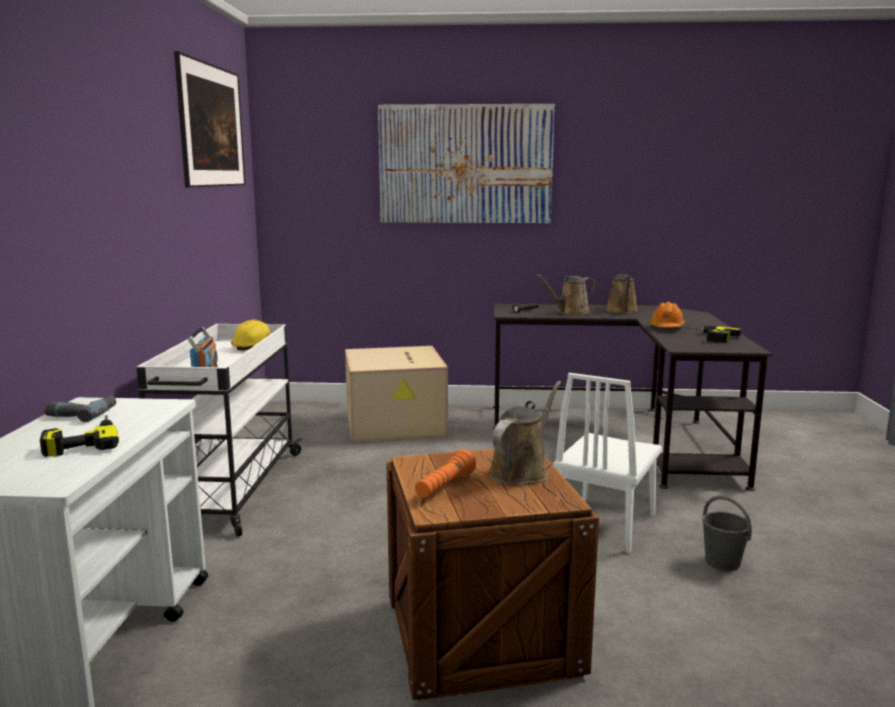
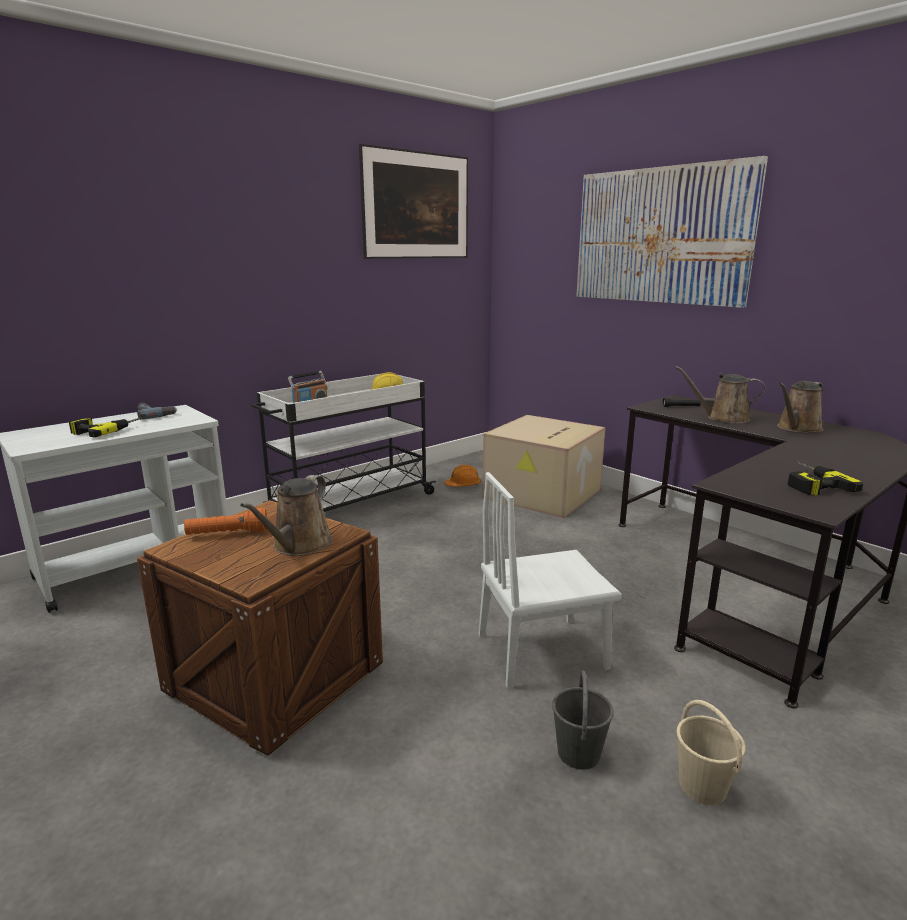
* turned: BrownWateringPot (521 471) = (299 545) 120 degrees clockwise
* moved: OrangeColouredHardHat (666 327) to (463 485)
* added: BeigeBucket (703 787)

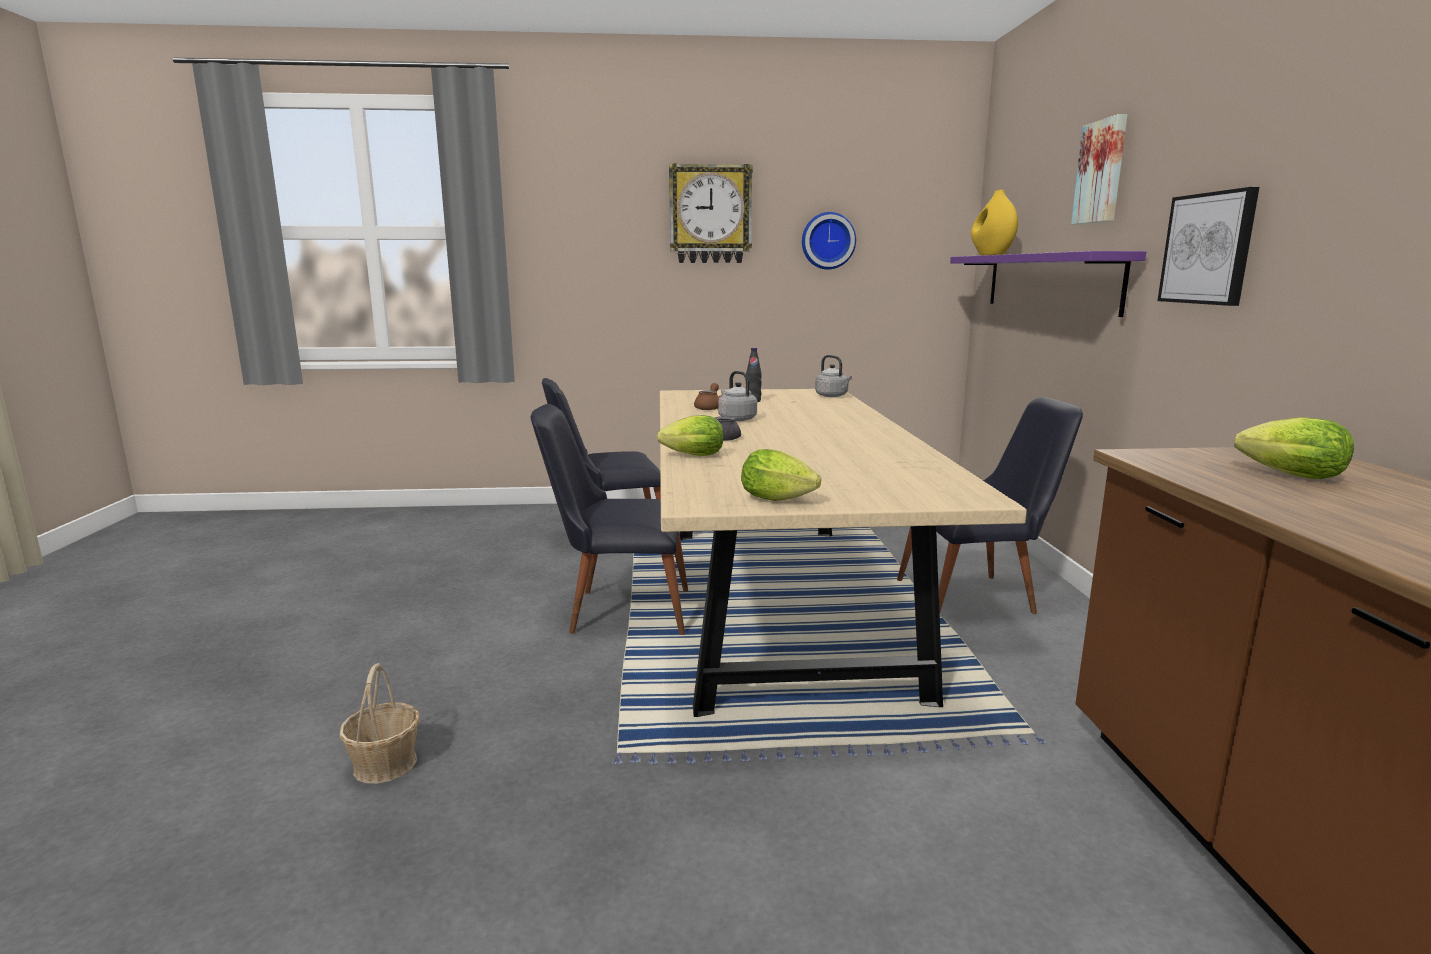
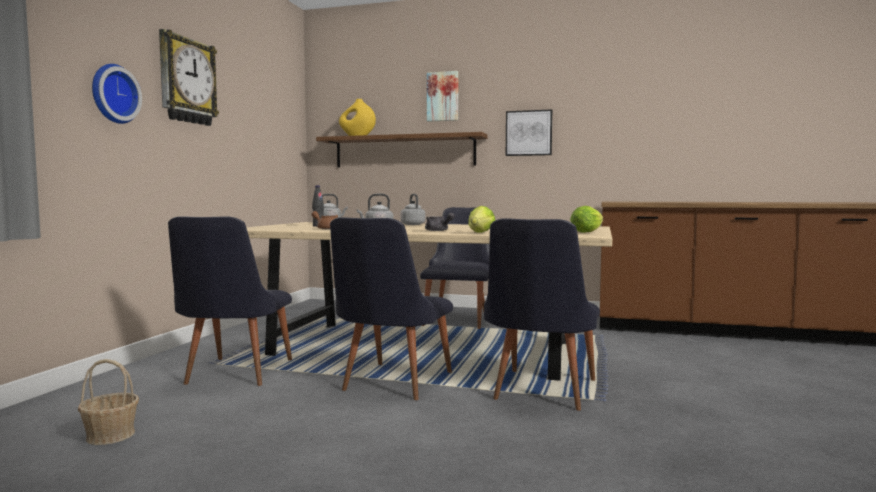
* moved: HouseholdBasket (386 764) to (110 435)
* moved: WallClock (827 241) to (113 94)
* recoloured: PurpleColouredBracketShelf (1049 282) to BrownBracketShelf (404 151)
* added: GreyishWaterKettle (412 224)
* added: BlackColouredPlainChair (540 393)
* removed: LettuceHead (1285 475)

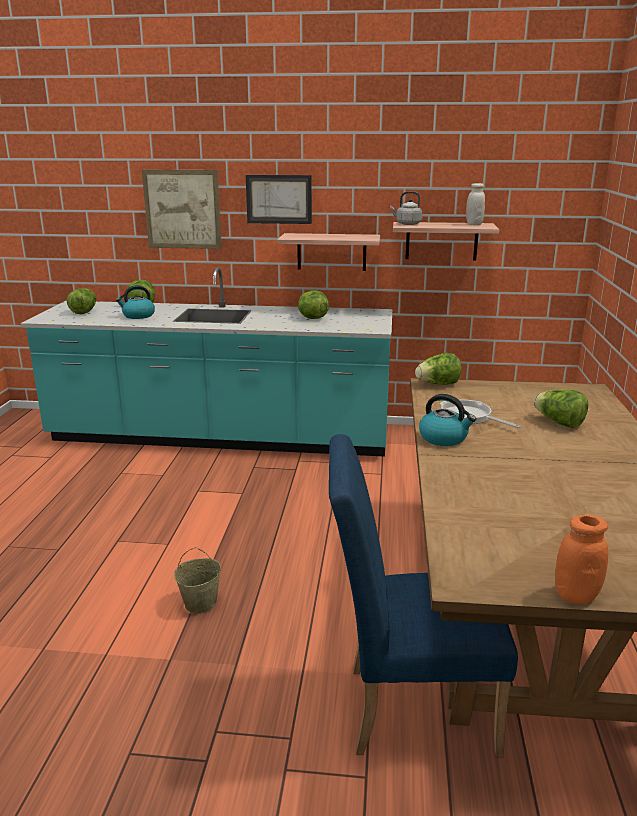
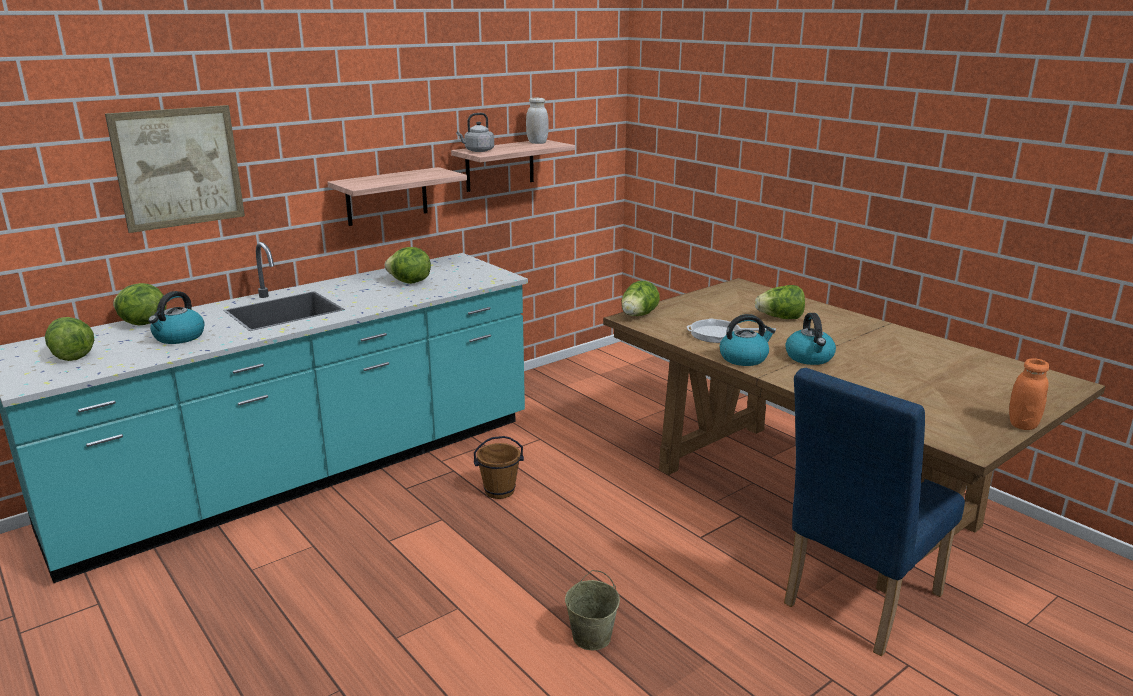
* added: BrownBucket (499 491)
* added: WaterKettle (809 358)
* removed: WallArt (279 199)

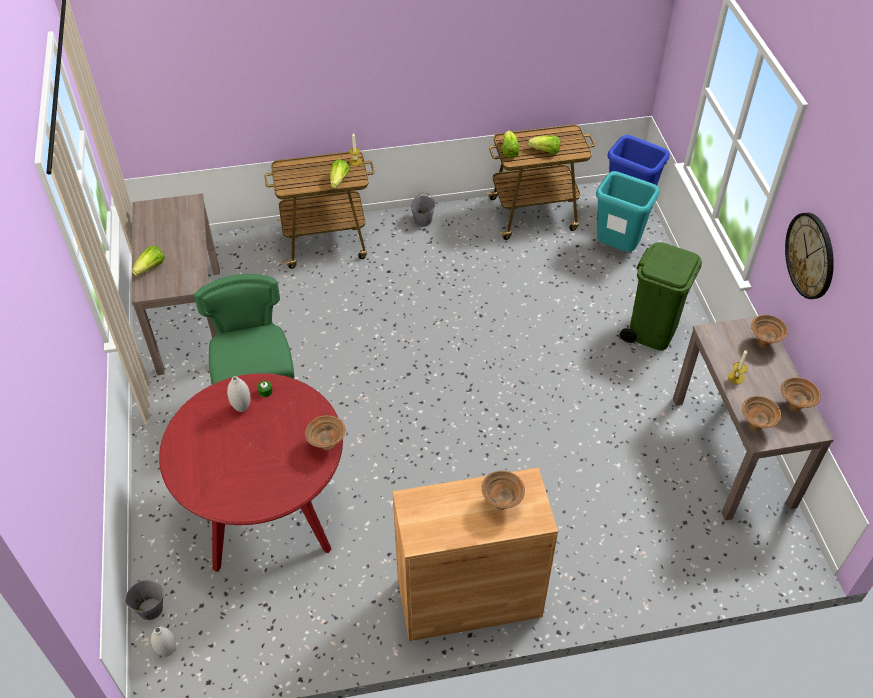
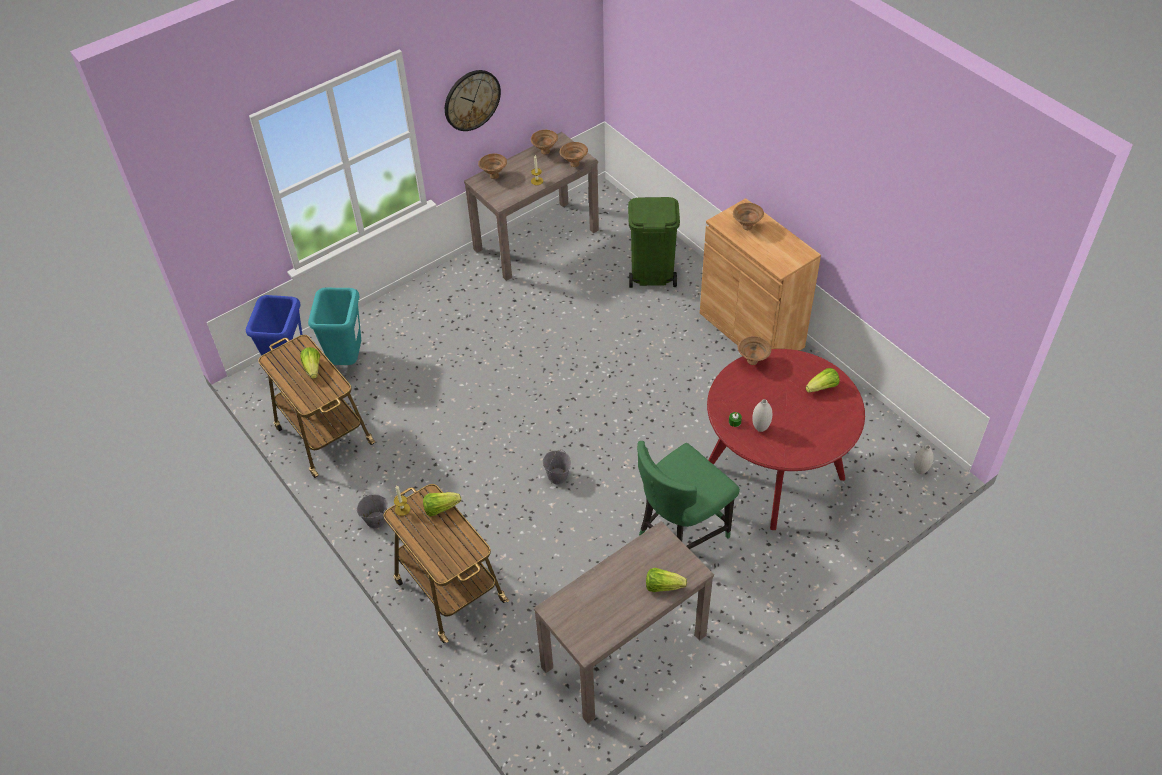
* moved: GreyishBucket (150 609) to (558 476)
* moved: GreenWasteBin (652 330) to (651 274)
* moved: LettuceHead (509 151) to (822 388)

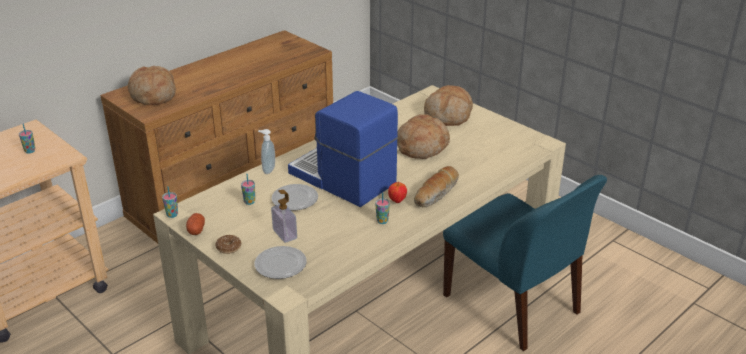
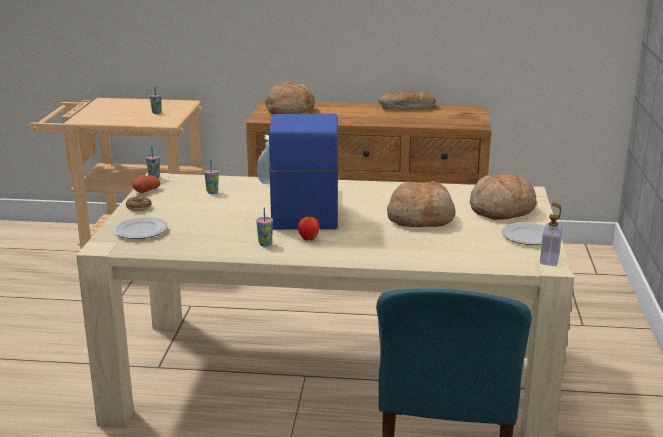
* moved: Bread (436 194) to (407 108)
* moved: FlatDish (294 199) to (528 237)
* moved: SoapBottle (285 234) to (549 259)

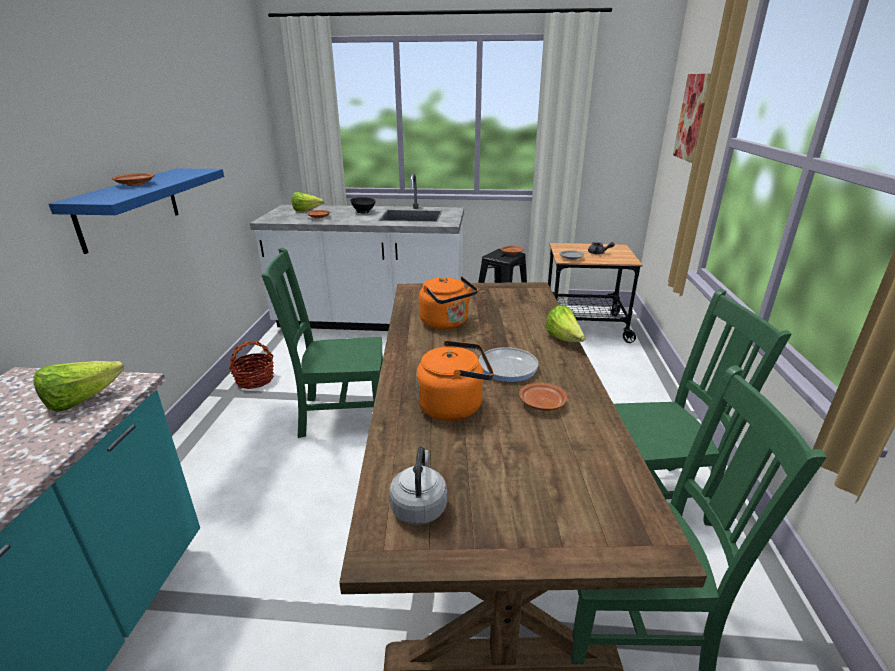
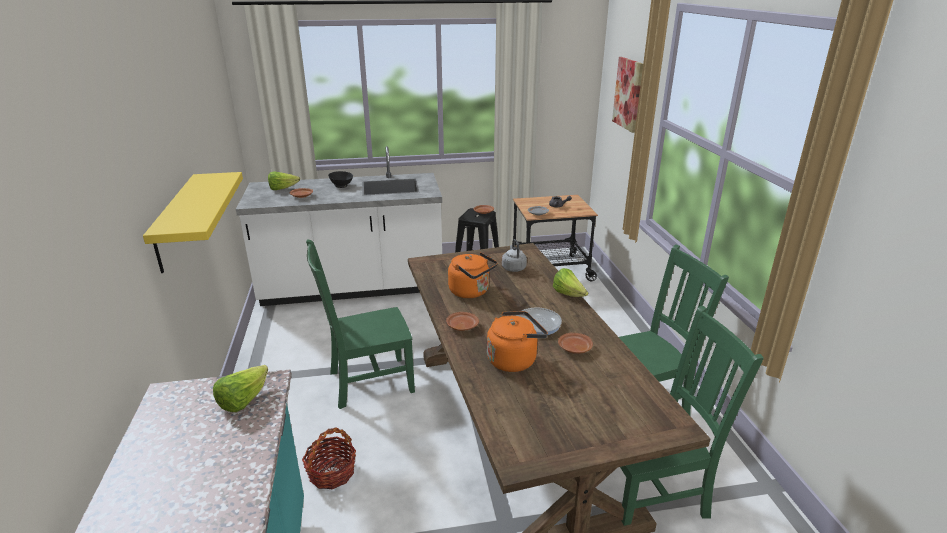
* recoloured: BluishBracketShelf (129 207) to YellowBracketShelf (176 222)
* moved: HouseholdBasket (255 380) to (331 473)
* moved: BrownFlatDish (135 184) to (462 326)
* moved: GreyishWaterKettle (419 506) to (513 268)

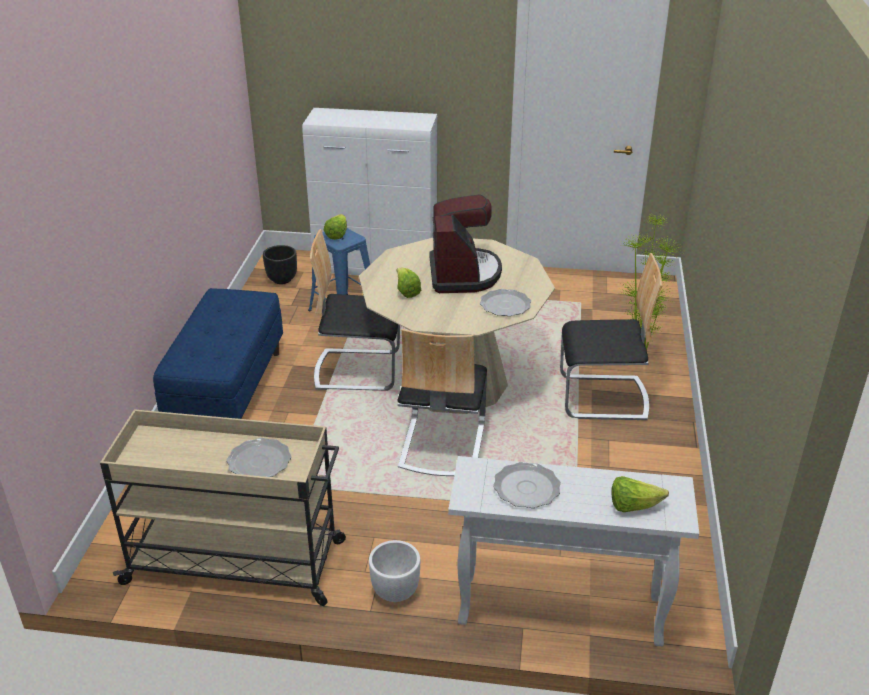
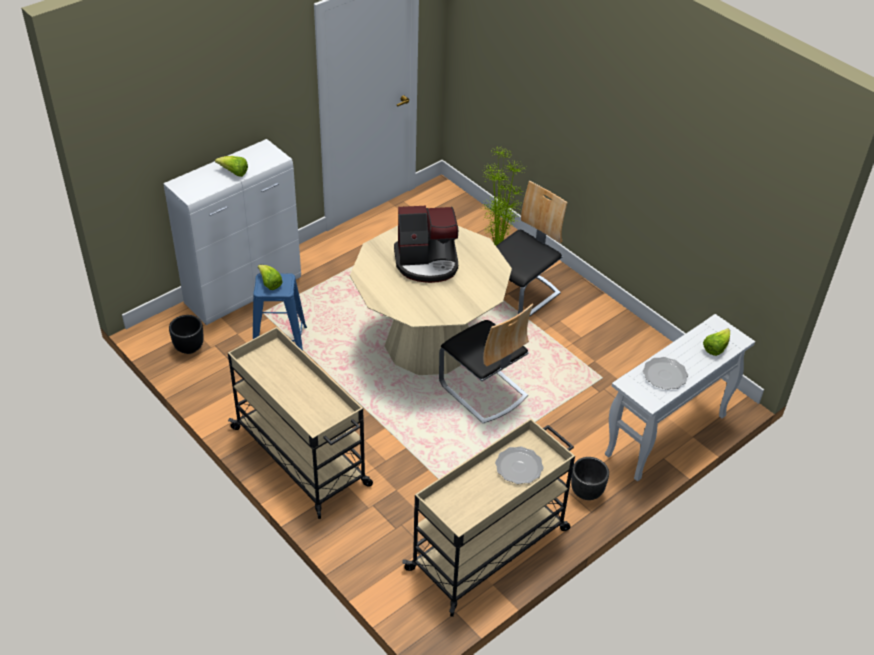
* moved: LettuceHead (407 291) to (234 173)
* replaced: BluishLongSeat (227 391) to BeigeTrolley (301 457)
* turned: CoffeeMachine (463 274) = (427 263) 135 degrees clockwise
* recoloured: WhiteFlowerPot (395 591) to BlackColouredFlowerPot (587 492)
* removed: PlainChair (358 370)
* removed: FlatDish (505 305)

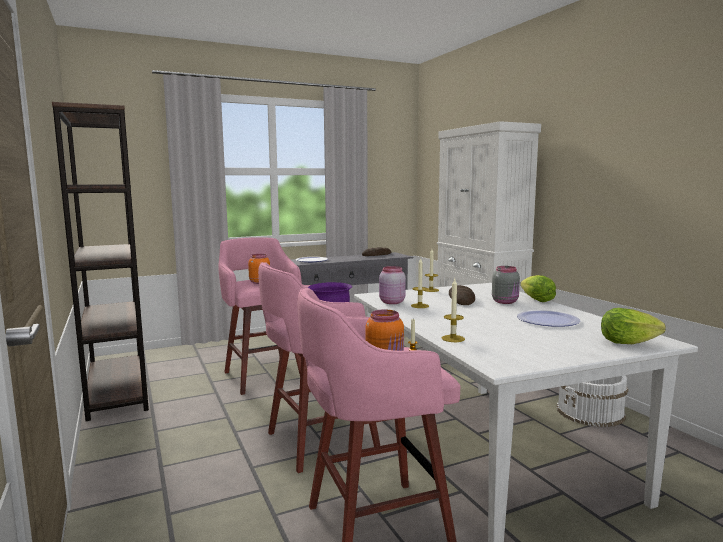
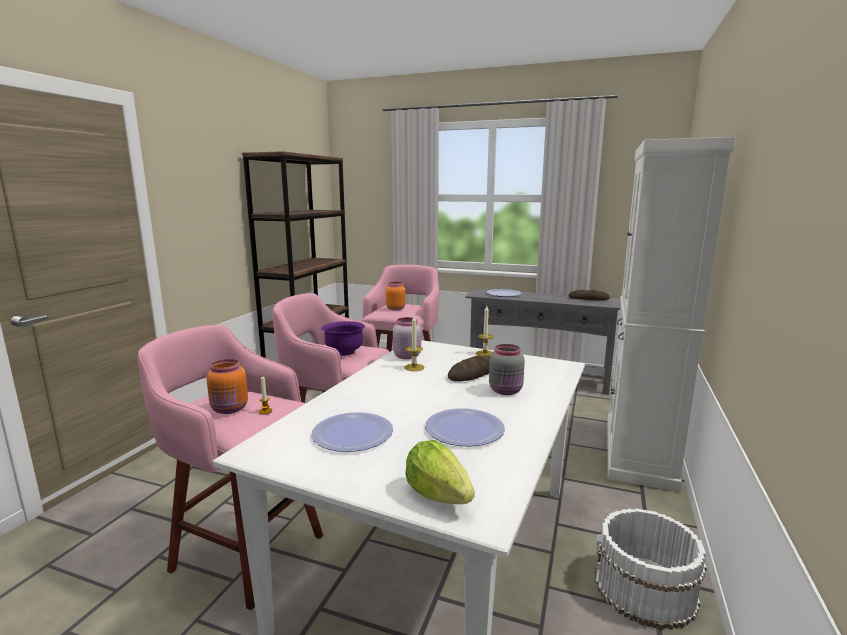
* added: FlatDish (353 433)
* removed: WaxCandle (453 338)
* removed: LettuceHead (536 300)

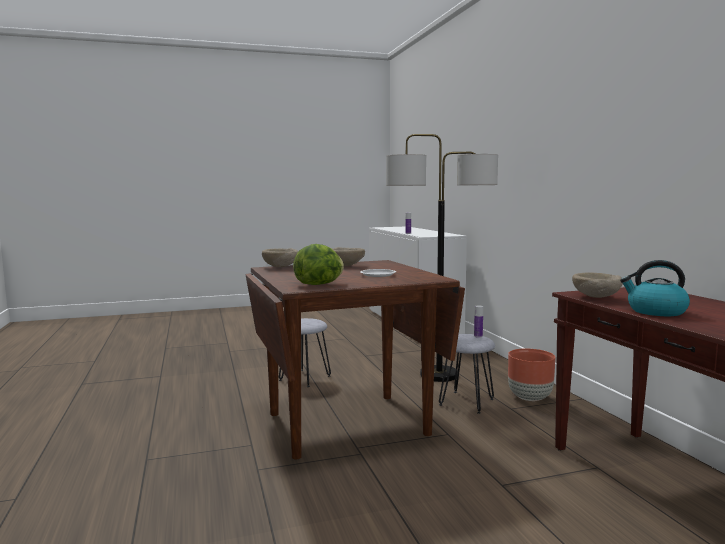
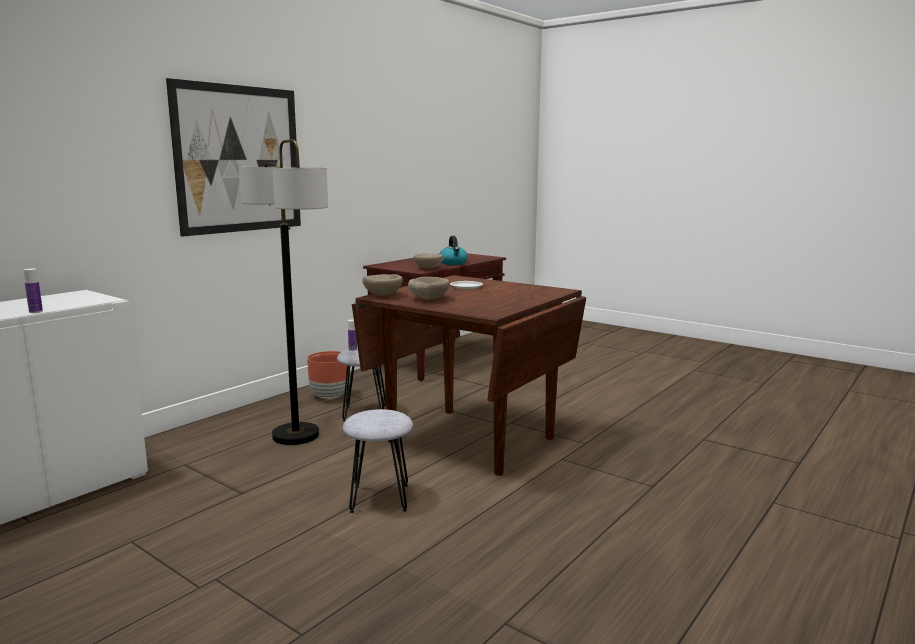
* added: WallArt (239 159)
* moved: BeigeServingBowl (281 267) to (383 295)
* removed: LettuceHead (319 284)

